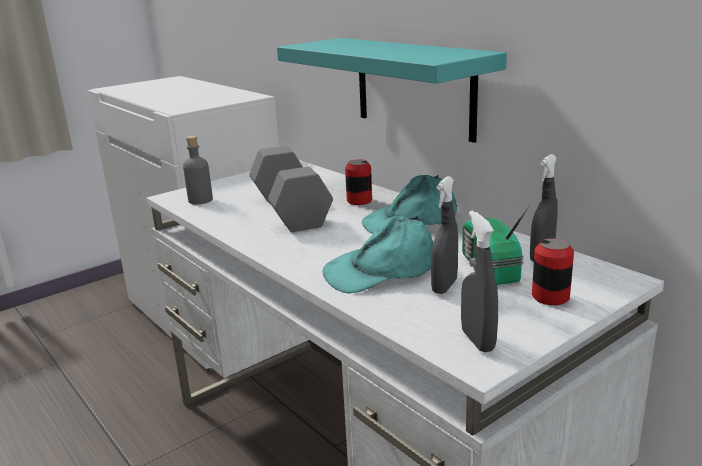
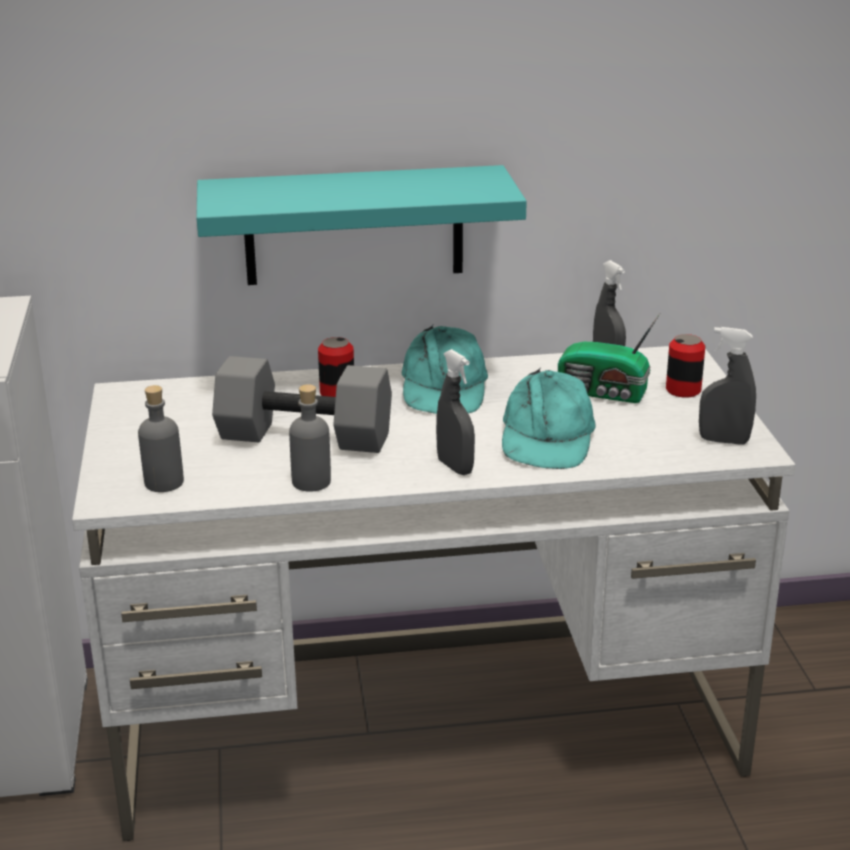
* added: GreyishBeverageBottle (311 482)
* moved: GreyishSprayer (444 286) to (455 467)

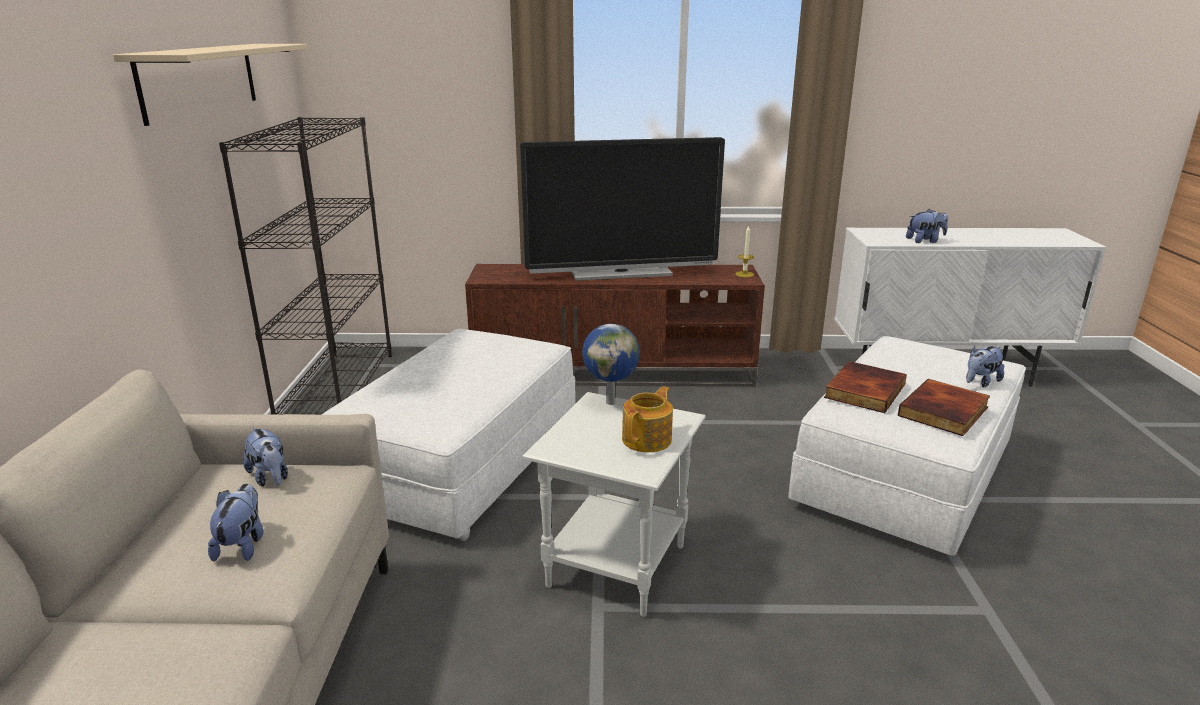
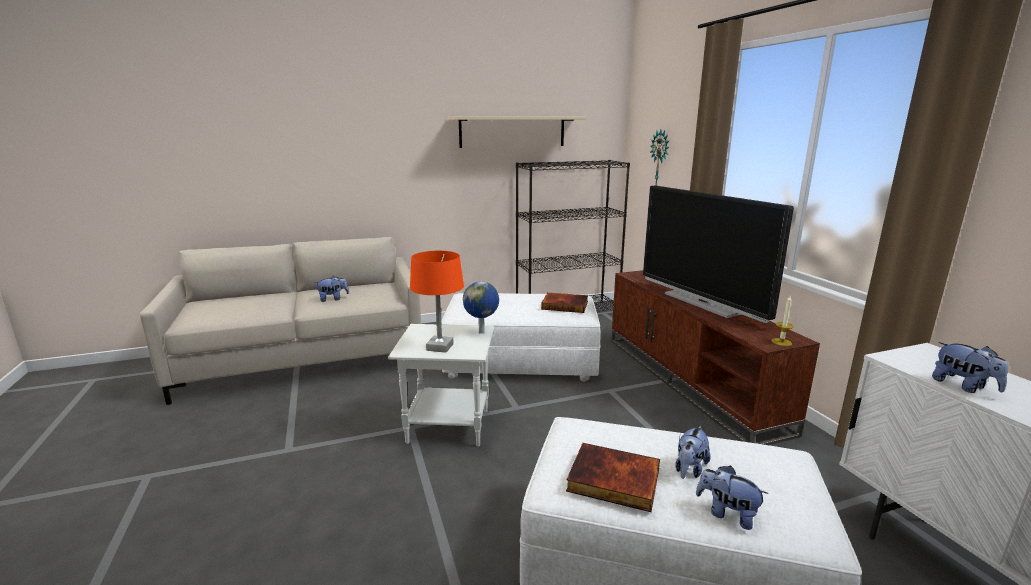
* replaced: PotForTea (648 439) to OrangeColouredTableLamp (439 347)
* moved: Book (863 390) to (565 305)
* added: WallClock (660 160)
* moved: SoftToy (270 478) to (689 469)

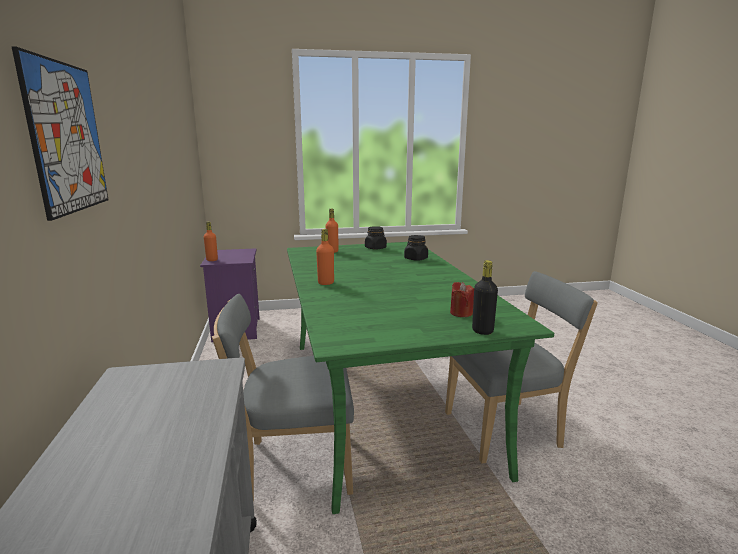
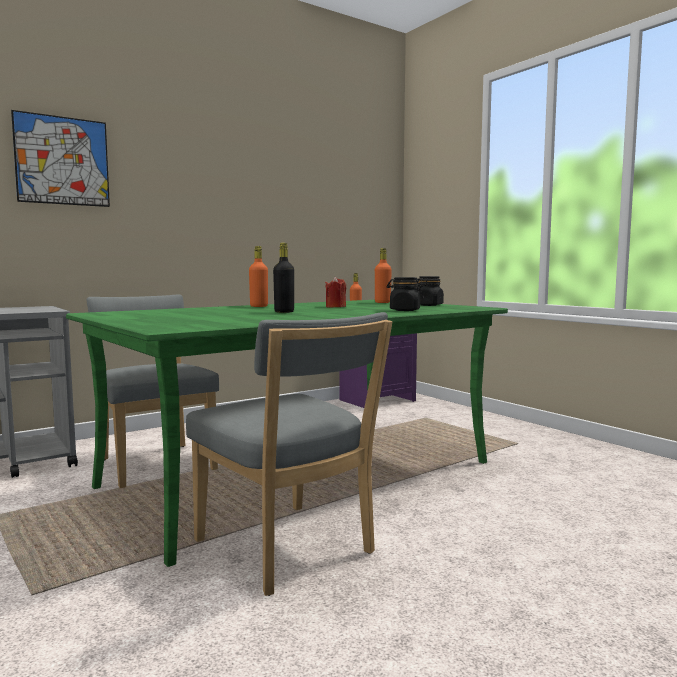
* moved: BlackColouredBeverageBottle (482 331) to (284 312)
* moved: RedWaxCandle (461 313) to (335 307)

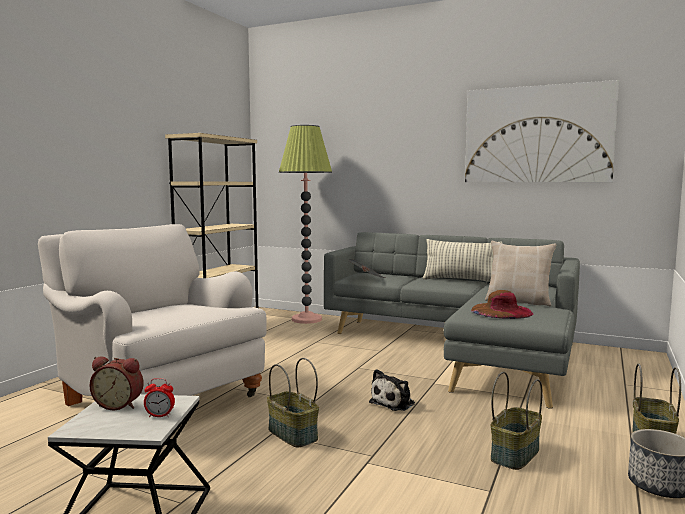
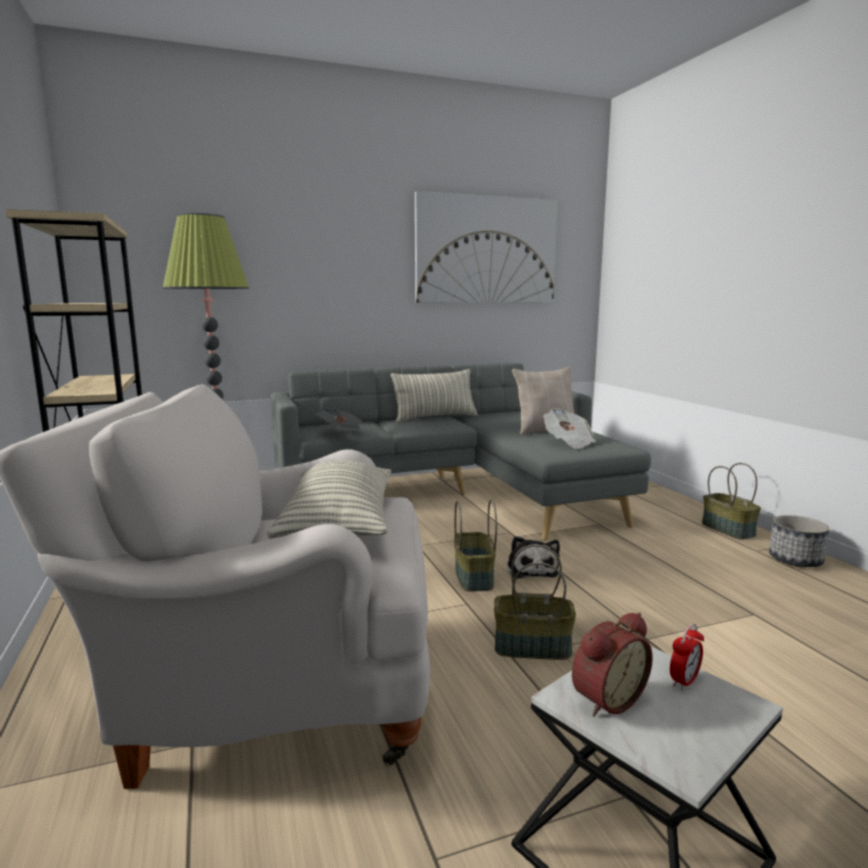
* added: Cushion (339 524)
* moved: HouseholdBasket (514 454) to (473 577)
* replaced: BrownWearableHat (501 311) to PrintedPaper (568 442)

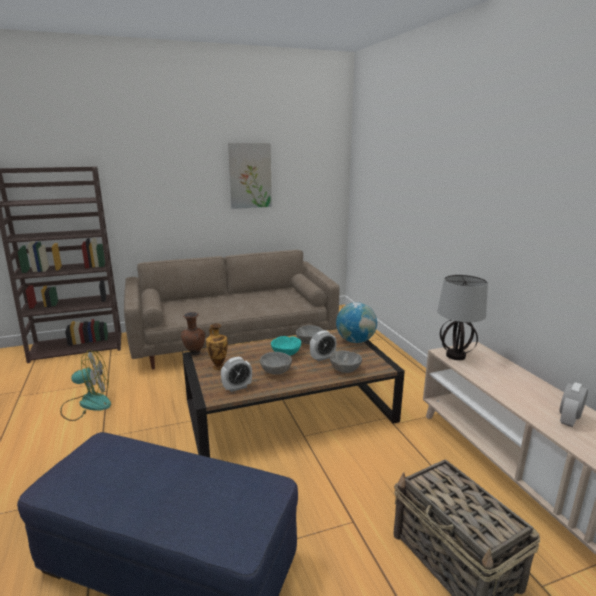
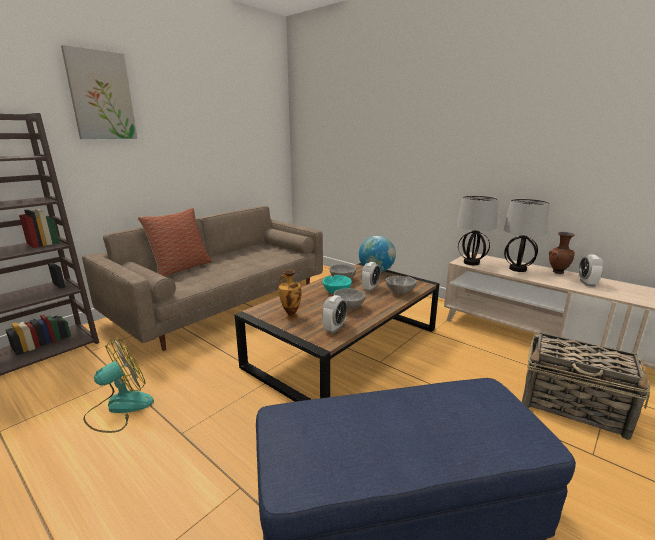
* moved: WallArt (250 175) to (101 96)
* added: Cushion (181 268)
* added: TableLamp (518 269)
* moved: BrownFlowerVase (194 353) to (558 272)

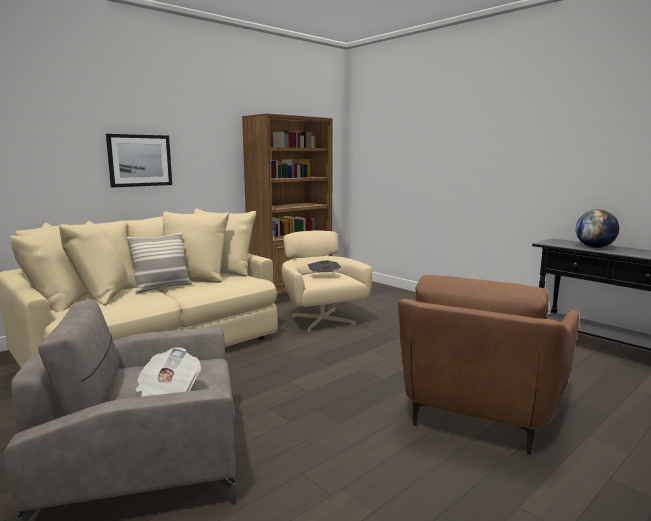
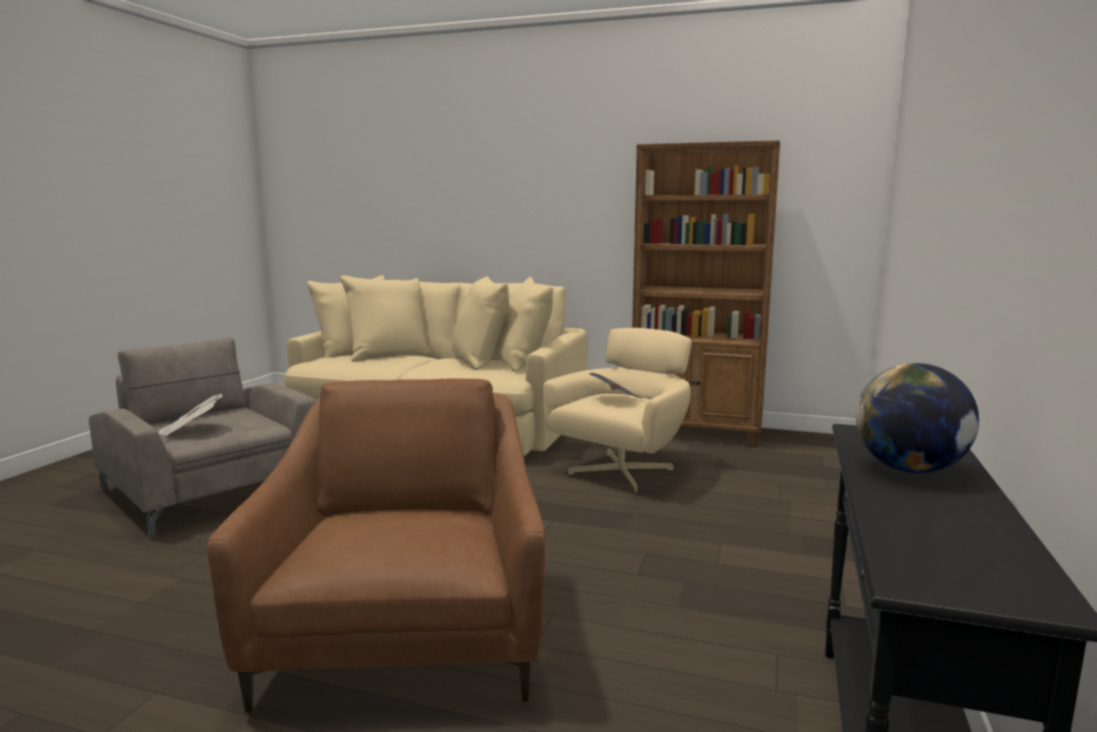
* turned: BrownEasyChair (478 411) = (406 632) 90 degrees clockwise
* removed: WallArt (140 160)
* removed: Cushion (162 288)

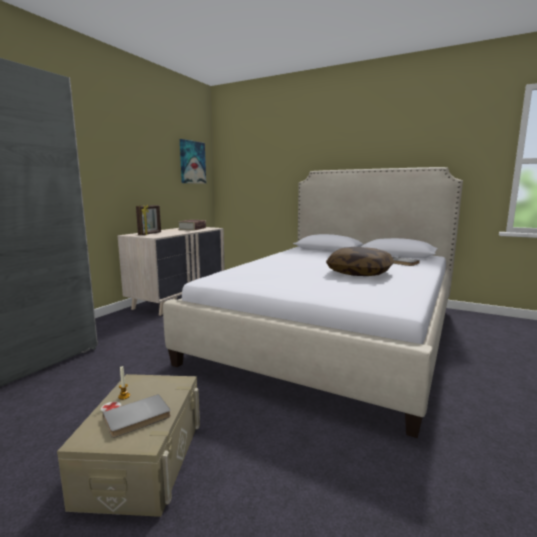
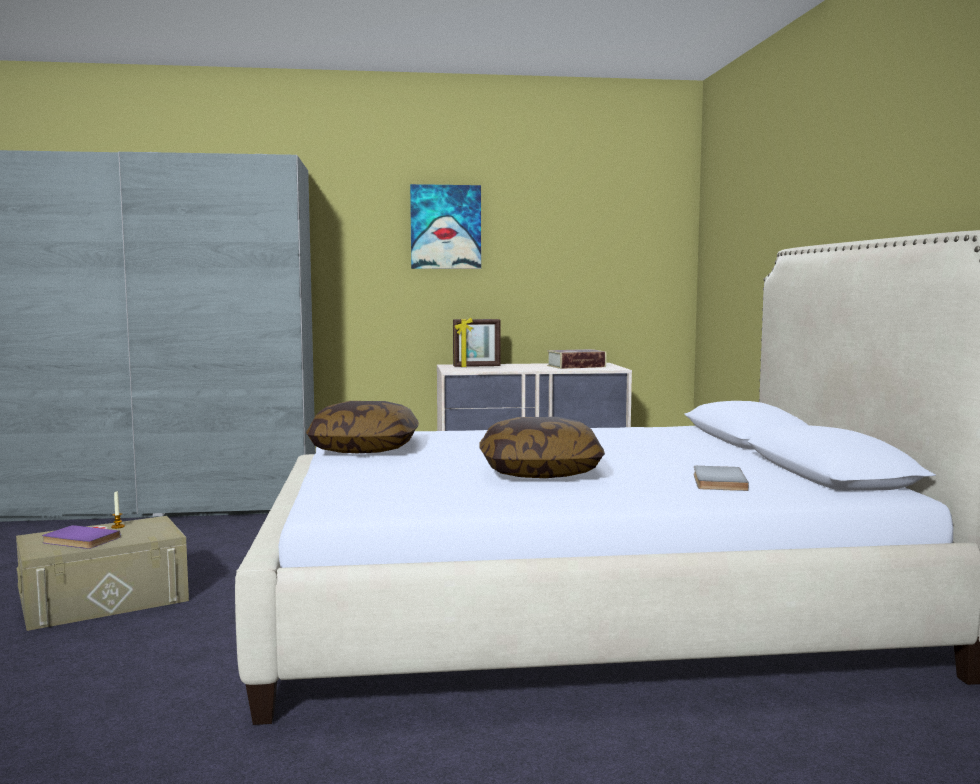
* recoloured: GreyishBook (138 418) to PurpleColouredBook (79 540)
* added: Cushion (364 449)
* moved: WallArt (192 162) to (445 227)

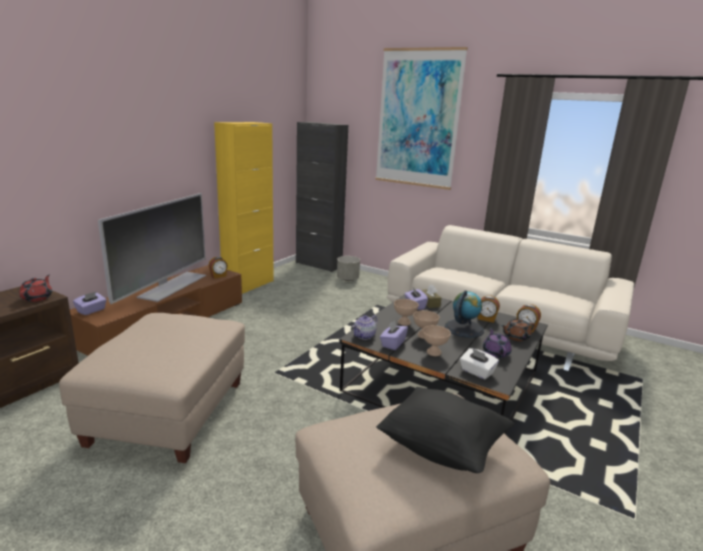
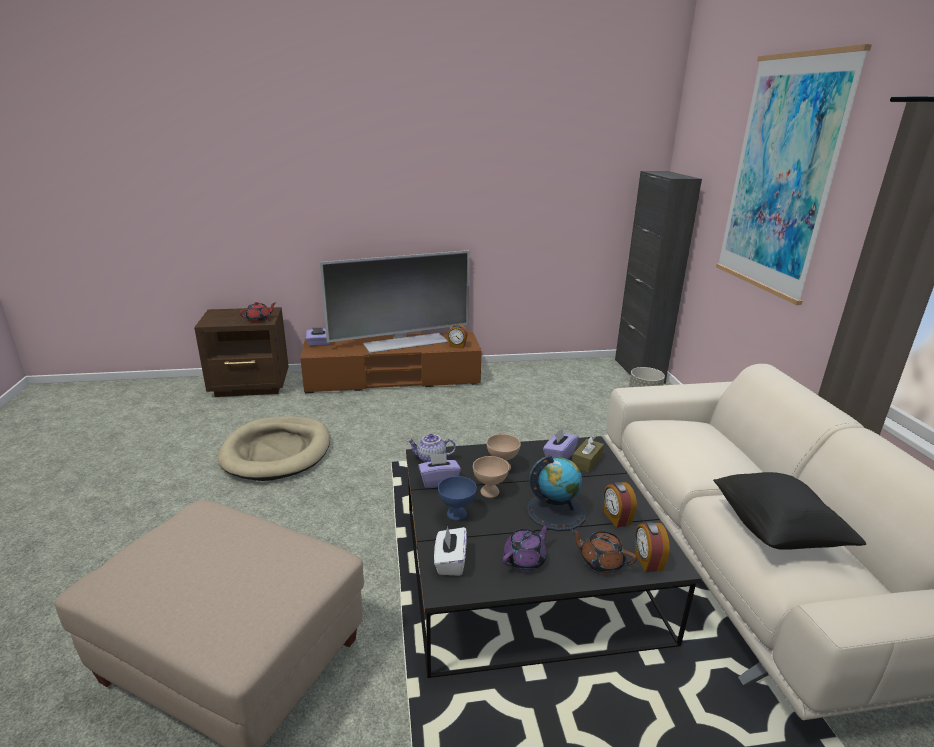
* replaced: BeigeFootrest (168 413) to BeigePetBed (277 452)
* recoloured: BeigeServingBowl (433 352) to BluishServingBowl (456 514)
* moved: BlackColouredCushion (442 448) to (776 531)
* removed: YellowCupboard (248 285)

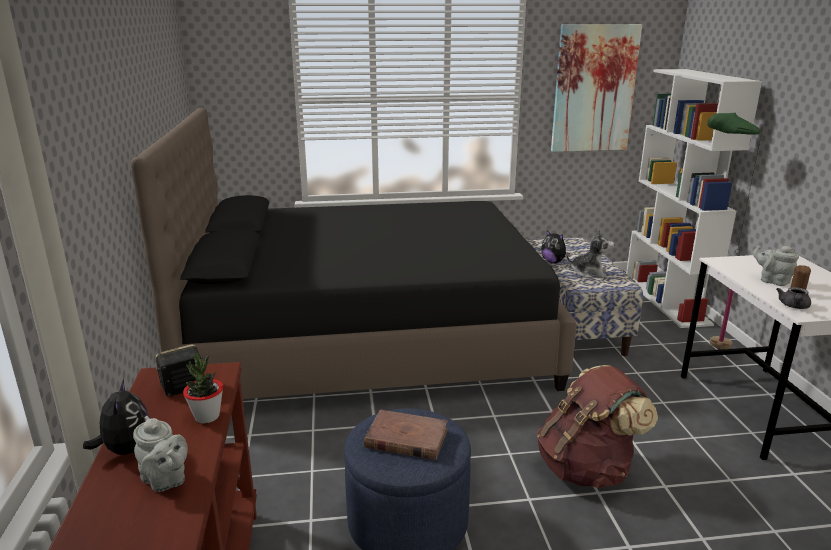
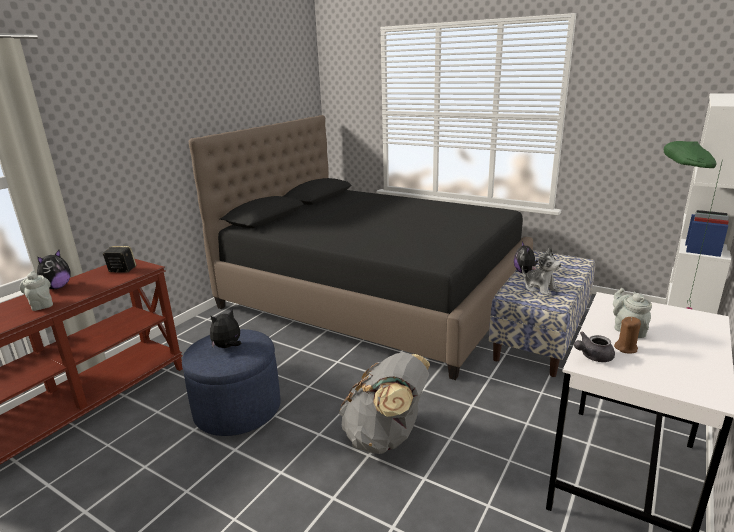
* turned: GreyishPotForTea (165 481) = (41 305) 150 degrees clockwise
* replaced: BrownBook (406 438) to SoftToy (227 347)
* recoloured: BrownBackpack (587 468) to GreyishBackpack (386 437)
* removed: Houseplant (207 416)
* removed: WallArt (594 89)

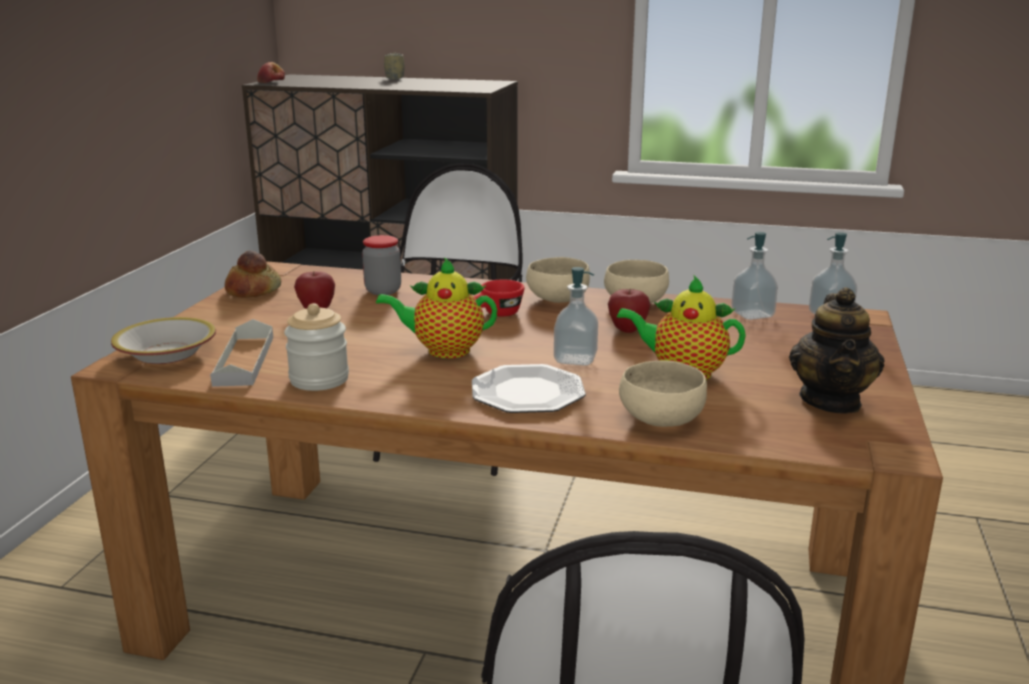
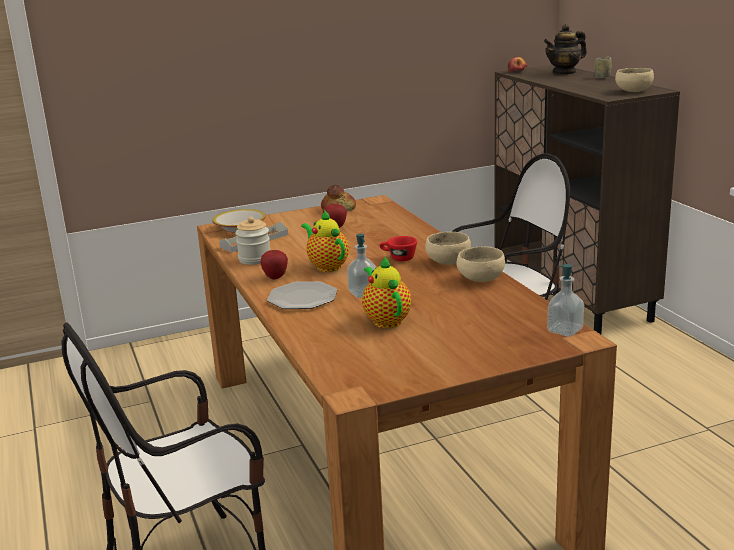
* moved: WholeApple (627 330) to (275 277)
* moved: PotForTea (831 401) to (564 72)
* moved: BeigeServingBowl (659 421) to (632 91)
* removed: StorageJar (383 291)
* removed: SoapBottle (752 314)

